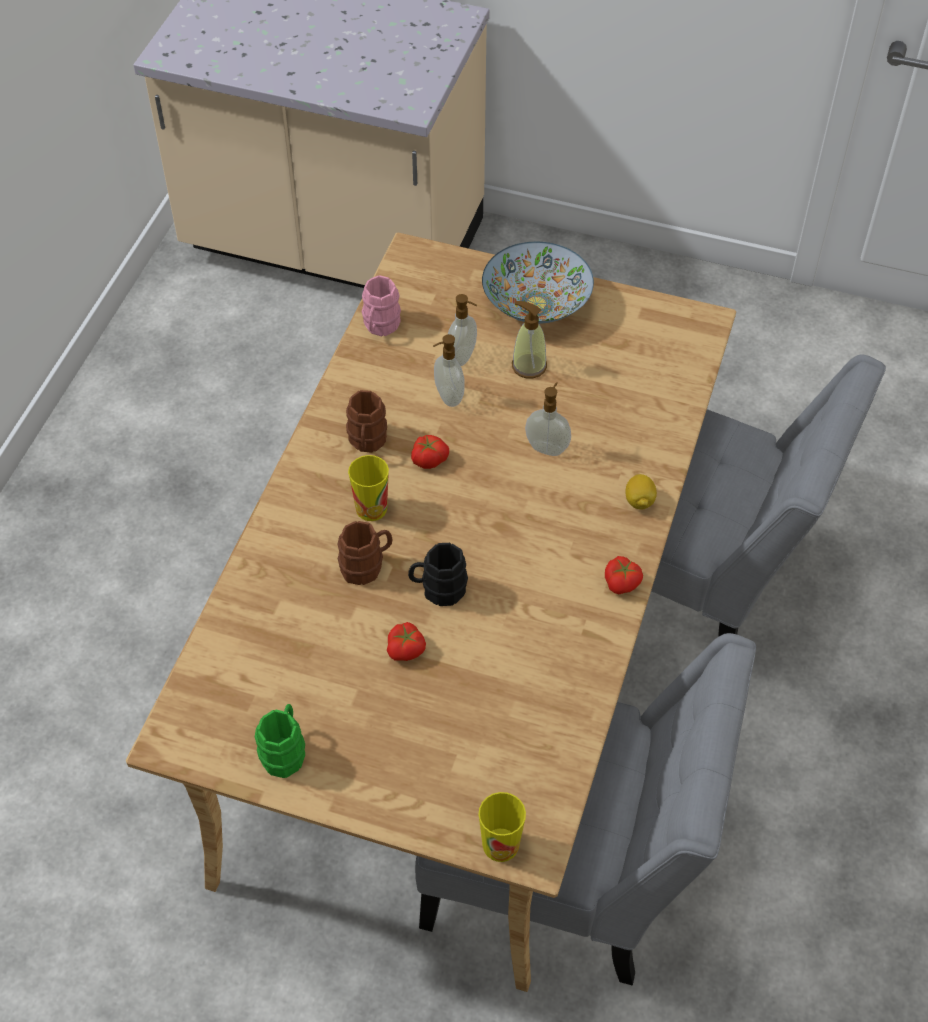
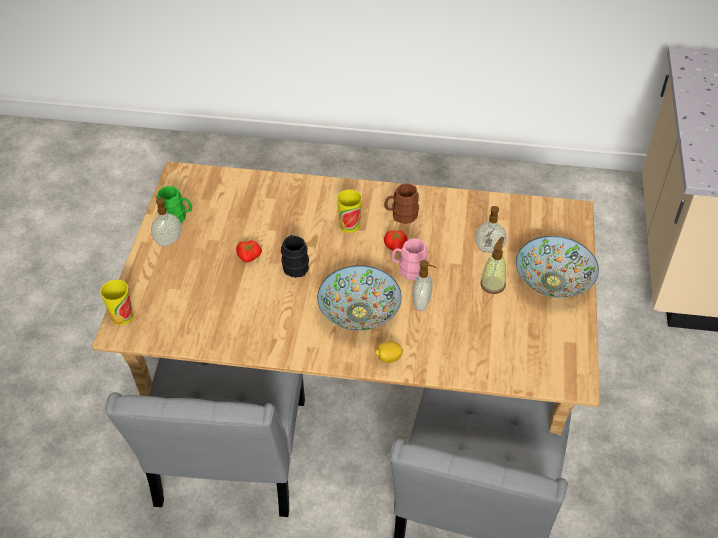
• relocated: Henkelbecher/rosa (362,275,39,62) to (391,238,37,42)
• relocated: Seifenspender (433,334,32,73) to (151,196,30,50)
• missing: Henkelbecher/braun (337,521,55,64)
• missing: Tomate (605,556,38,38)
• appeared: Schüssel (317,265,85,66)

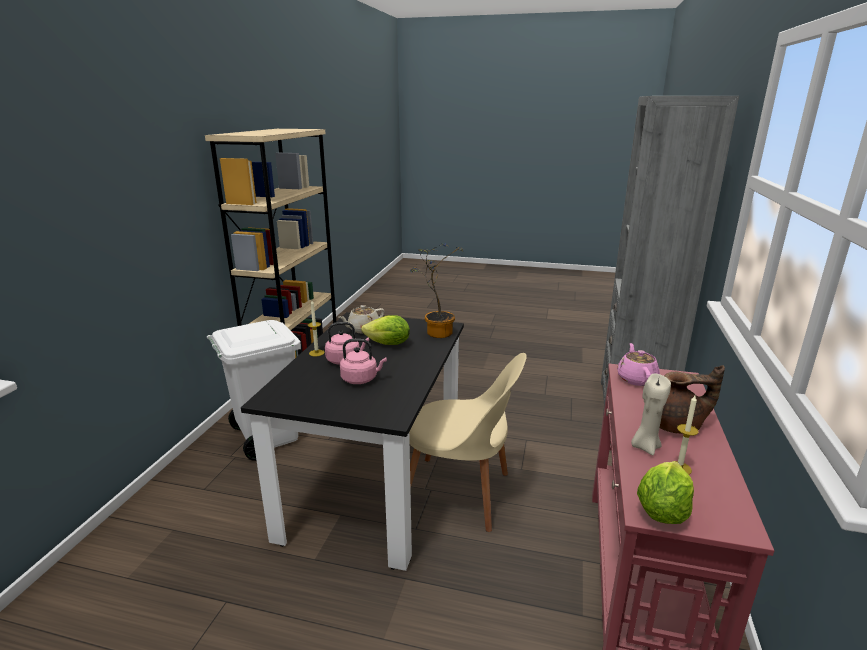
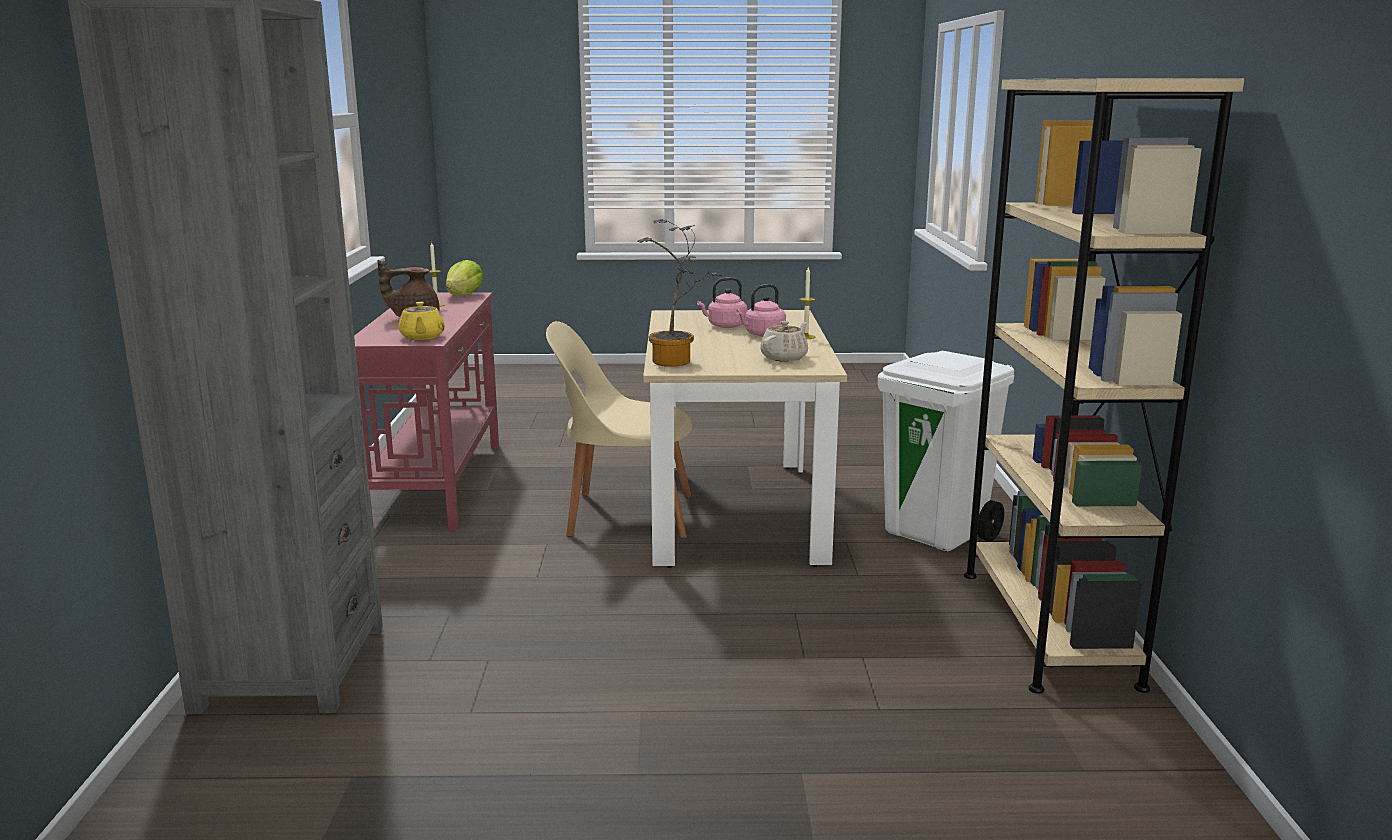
• colour: Esstisch/schwarz (241,312,223,259) to Esstisch/beige (643,310,204,258)
• missing: Salatkopf (361,315,49,30)
• colour: Teekanne/rosa (617,343,43,43) to Teekanne/gelb (398,302,47,38)
• missing: Kerze/beige (631,373,40,82)

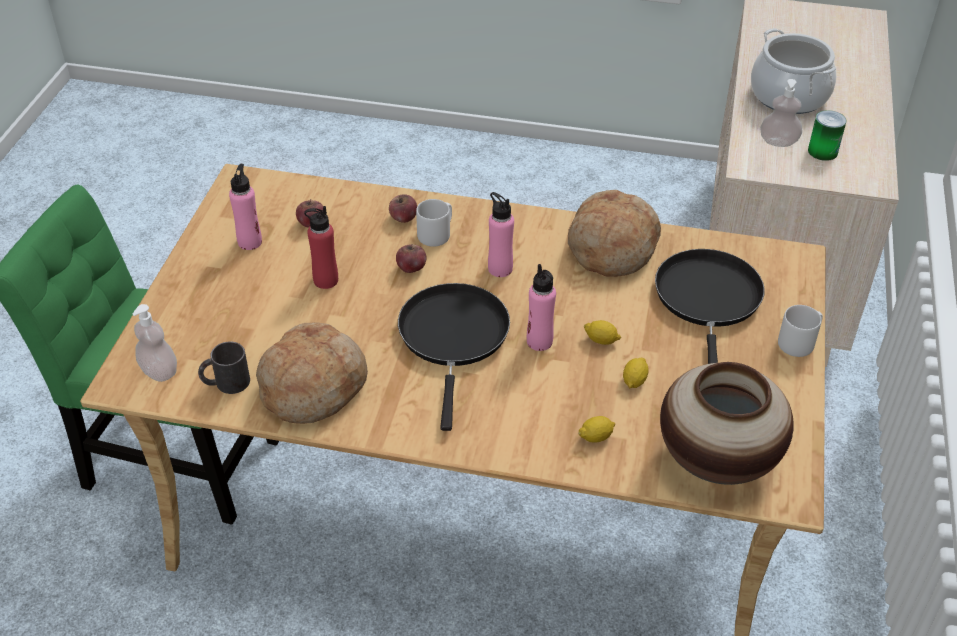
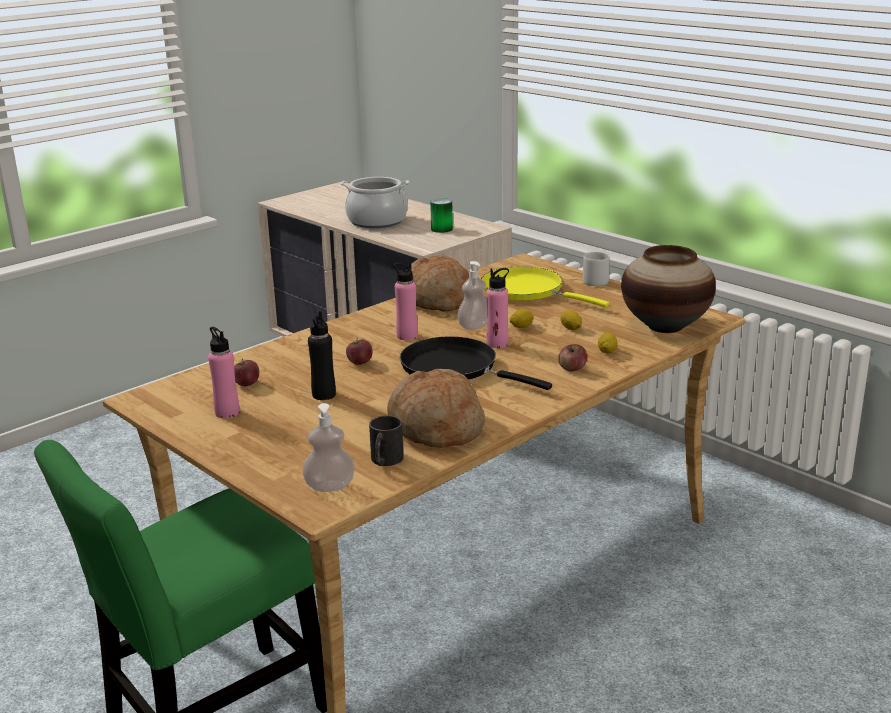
• relocated: Seifenspender (760,79,42,68) to (457,261,30,69)
• relocated: Apfel (389,194,28,29) to (558,344,29,27)
• missing: Henkelbecher/grau (416,199,36,48)
• colour: Flasche/rot (304,206,34,83) to Flasche/schwarz (308,311,28,89)
• colour: Pfanne/schwarz (655,249,110,115) to Pfanne/gelb (481,266,129,41)

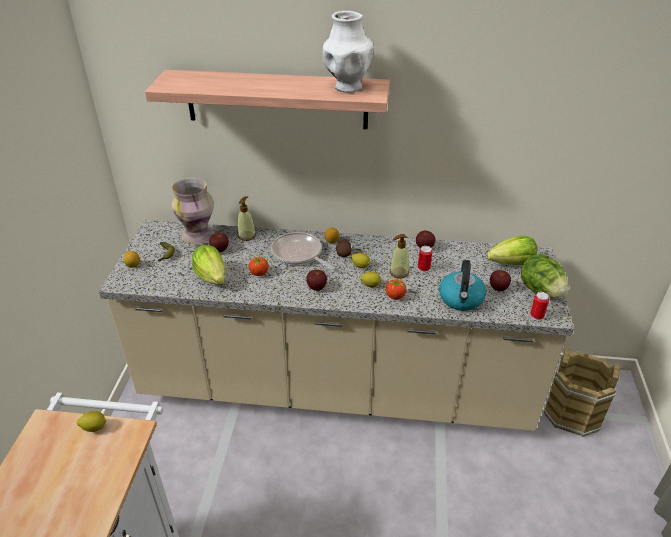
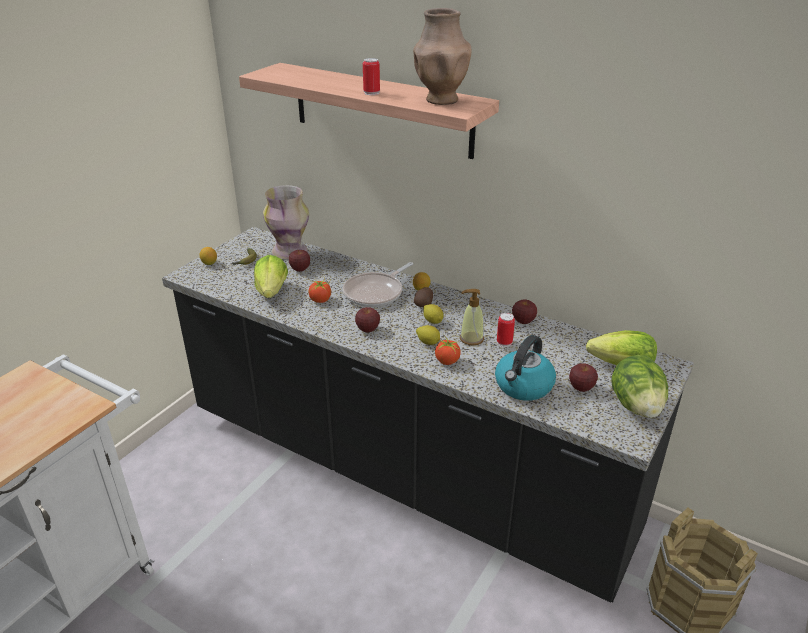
• colour: Vase/weiß (323,11,51,82) to Vase/braun (413,8,58,97)
• missing: Seifenspender (238,196,18,45)
• colour: Küchenzeile/beige (99,220,475,211) to Küchenzeile/schwarz (162,227,532,376)
• spun: Pfanne (271,232,64,38) = (343,262,70,45) 120 degrees counterclockwise
• relocated: Dose (530,292,19,29) to (363,58,17,37)
• missing: Zitrone (77,411,29,21)

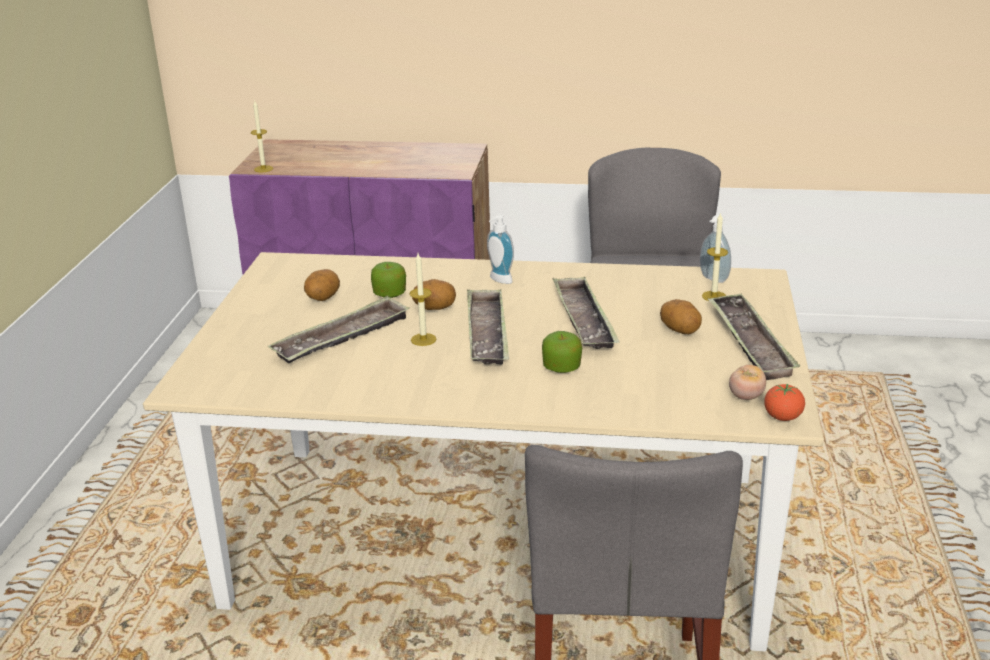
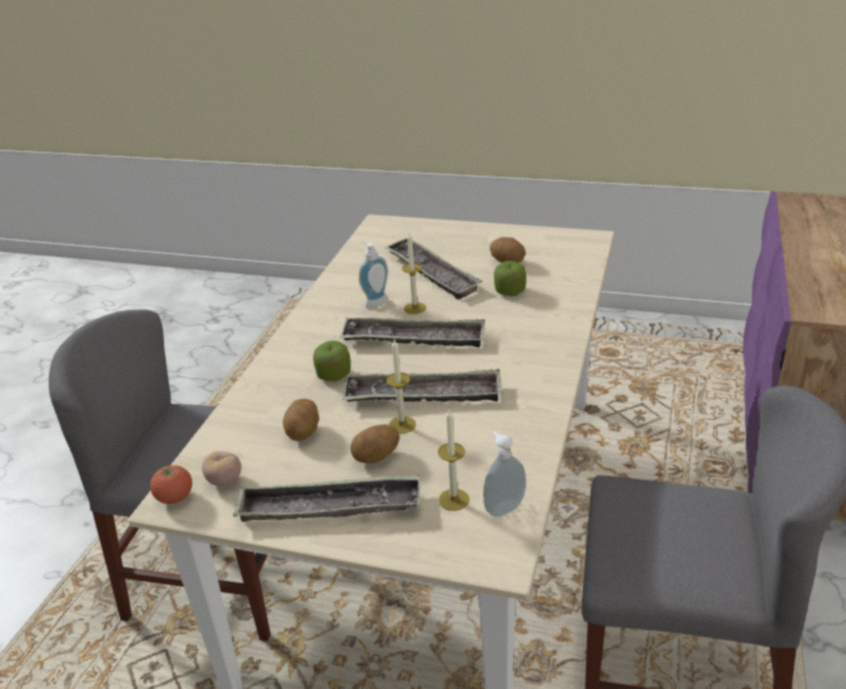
• relocated: Kerze (251,101,22,71) to (386,339,30,95)
• relocated: Seifenspender (487,215,27,69) to (359,240,29,68)
• relocated: Kartoffel (412,279,44,31) to (283,399,36,42)

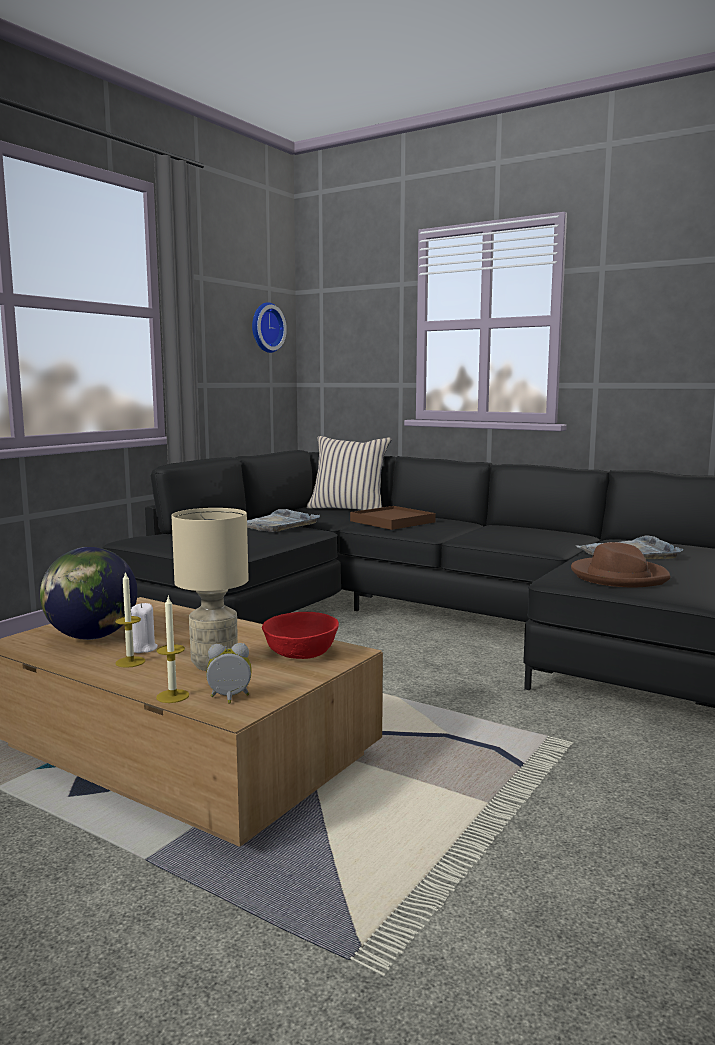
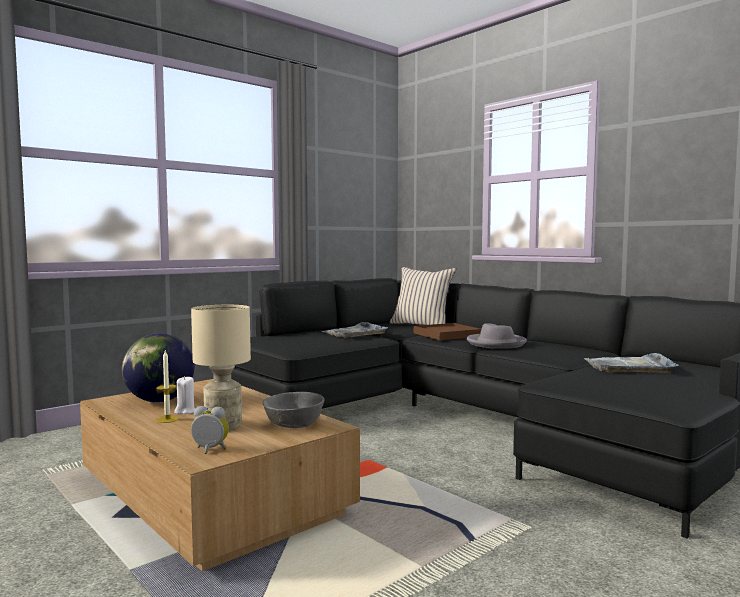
• missing: Wanduhr (252,302,35,51)
• missing: Hut/braun (571,542,100,45)
• missing: Kerze (156,597,33,106)
• colour: Schüssel/rot (262,612,77,47) to Schüssel/grau (262,392,63,36)
• appeared: Hut/grau (467,324,60,25)

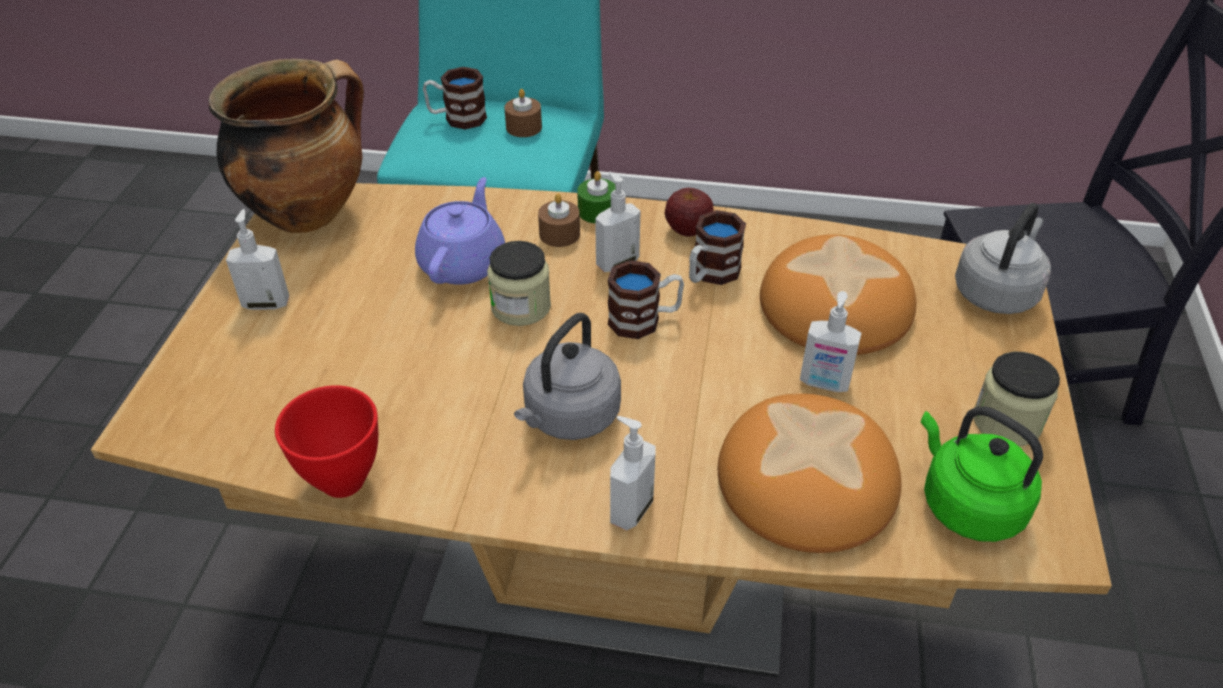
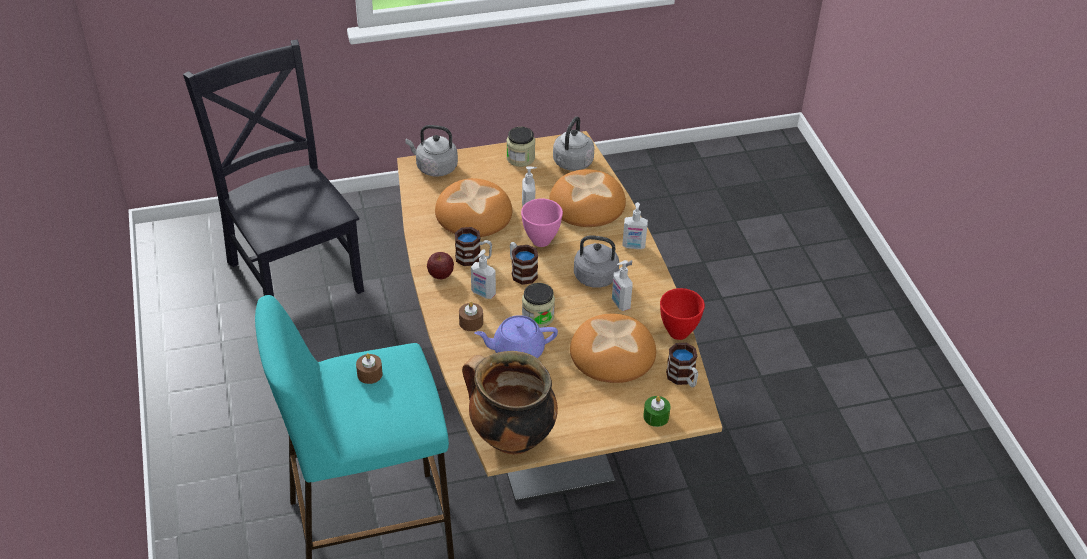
• relocated: Henkelbecher (423,67,64,63) to (666,343,32,44)
• relocated: Kerze/grün (577,171,38,53) to (643,396,27,31)
• relocated: Seifenspender (226,209,63,101) to (612,260,21,51)
• colour: Wasserkessel/grün (921,407,122,135) to Wasserkessel/grau (553,116,41,55)
• appeared: Schüssel/rosa (521,199,42,48)
• appeared: Brot (570,314,86,69)

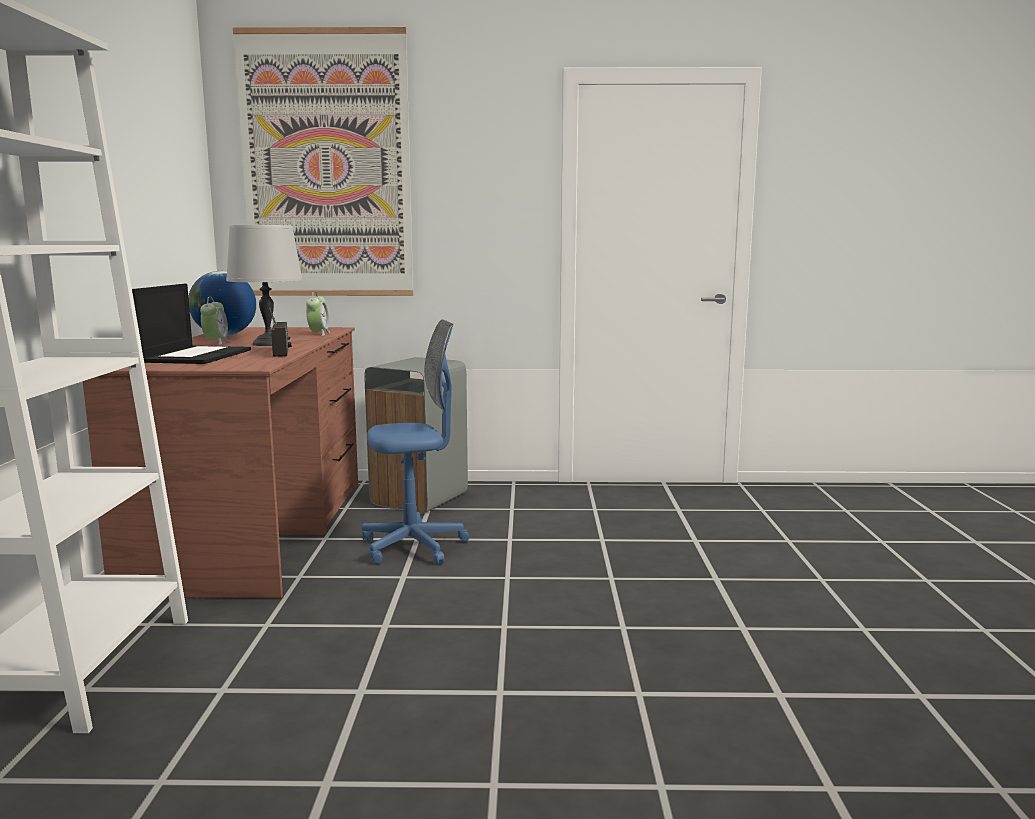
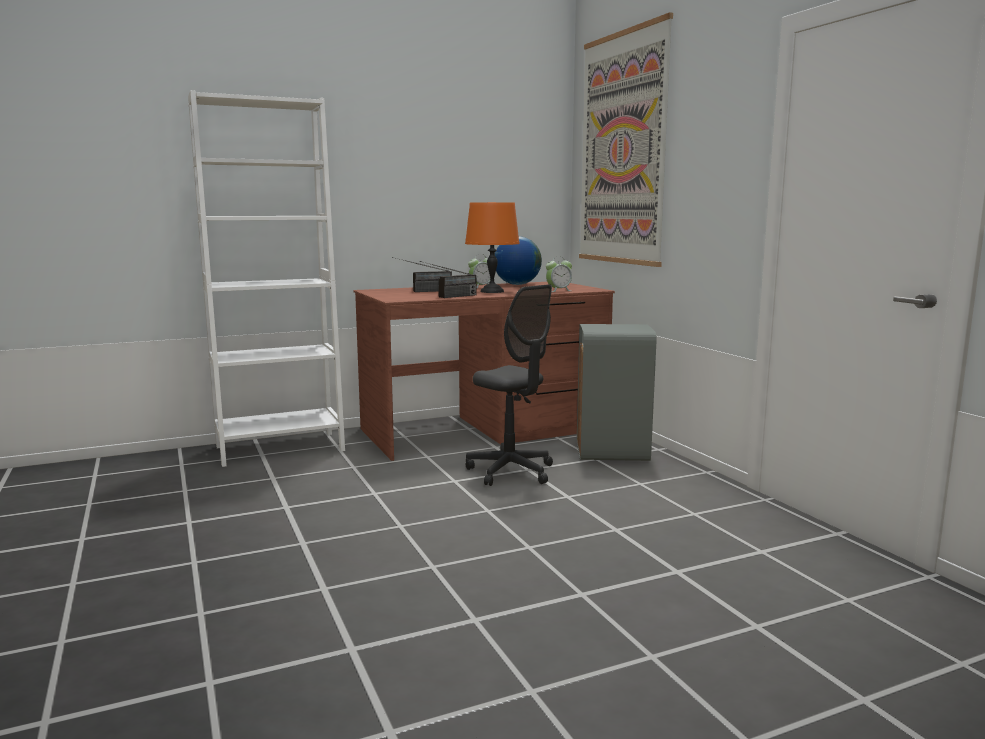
• colour: Tischlampe/grau (226,225,76,121) to Tischlampe/orange (465,202,55,91)
• exchanged: Laptop (132,284,119,80) to Radio (392,257,60,35)
• colour: Bürostuhl/blau (362,319,107,246) to Bürostuhl/grau (466,284,87,202)

